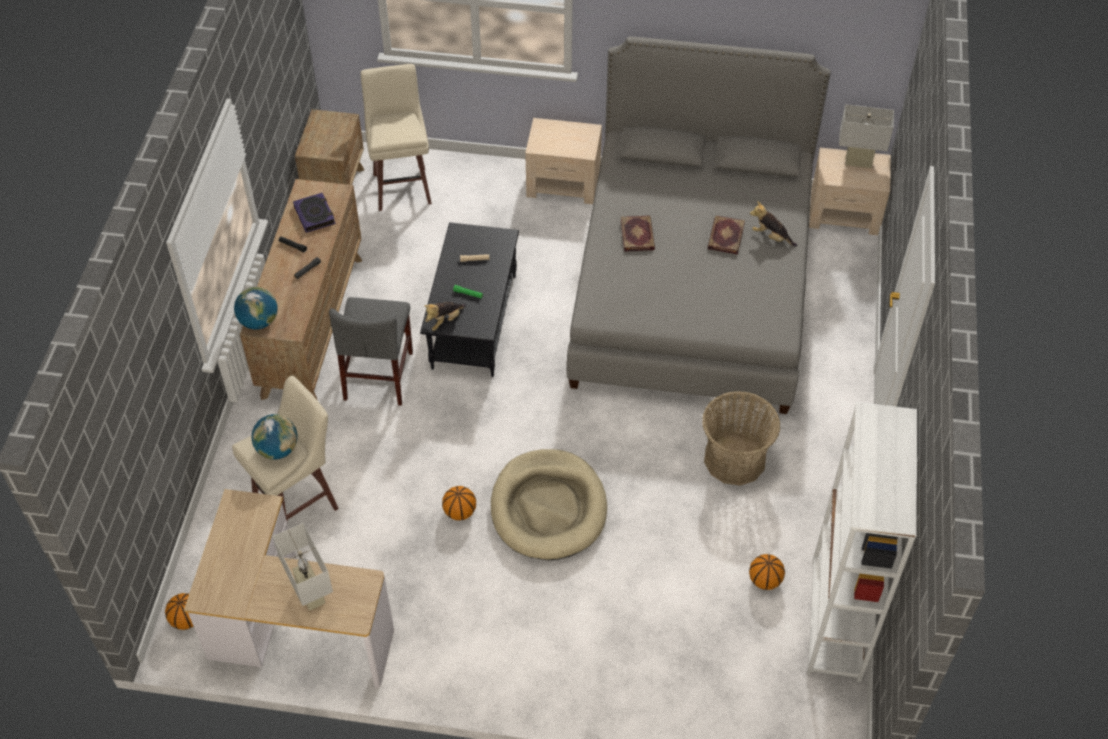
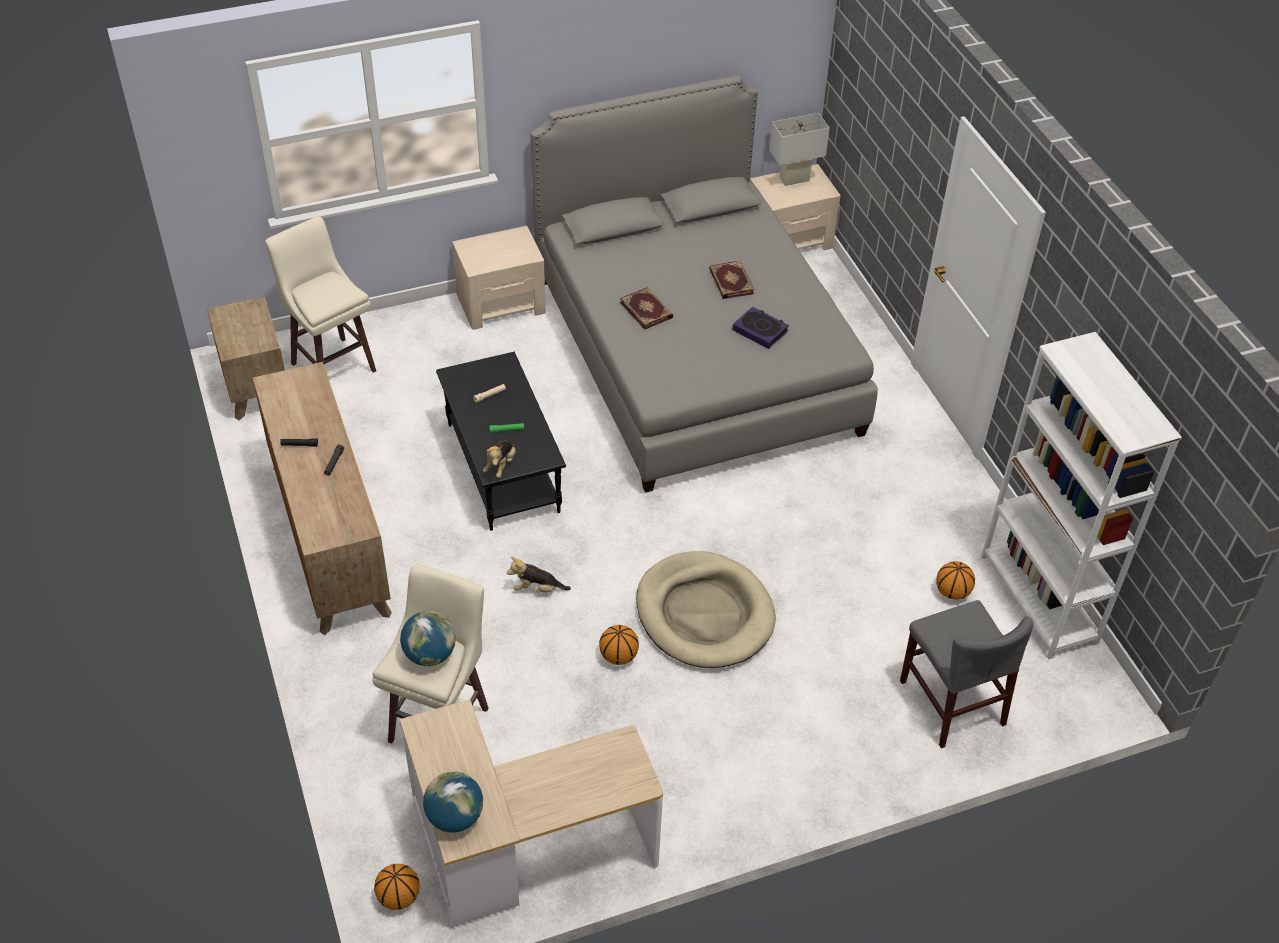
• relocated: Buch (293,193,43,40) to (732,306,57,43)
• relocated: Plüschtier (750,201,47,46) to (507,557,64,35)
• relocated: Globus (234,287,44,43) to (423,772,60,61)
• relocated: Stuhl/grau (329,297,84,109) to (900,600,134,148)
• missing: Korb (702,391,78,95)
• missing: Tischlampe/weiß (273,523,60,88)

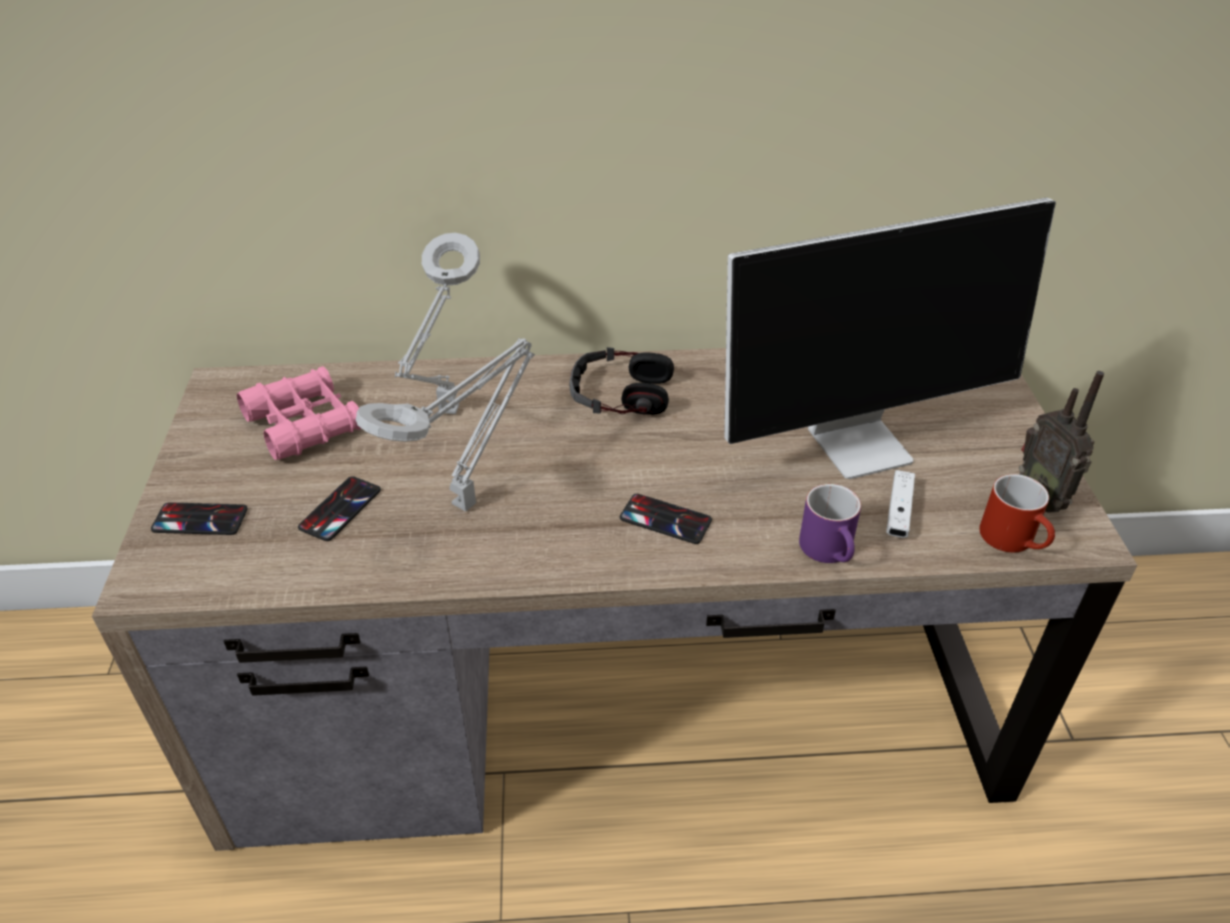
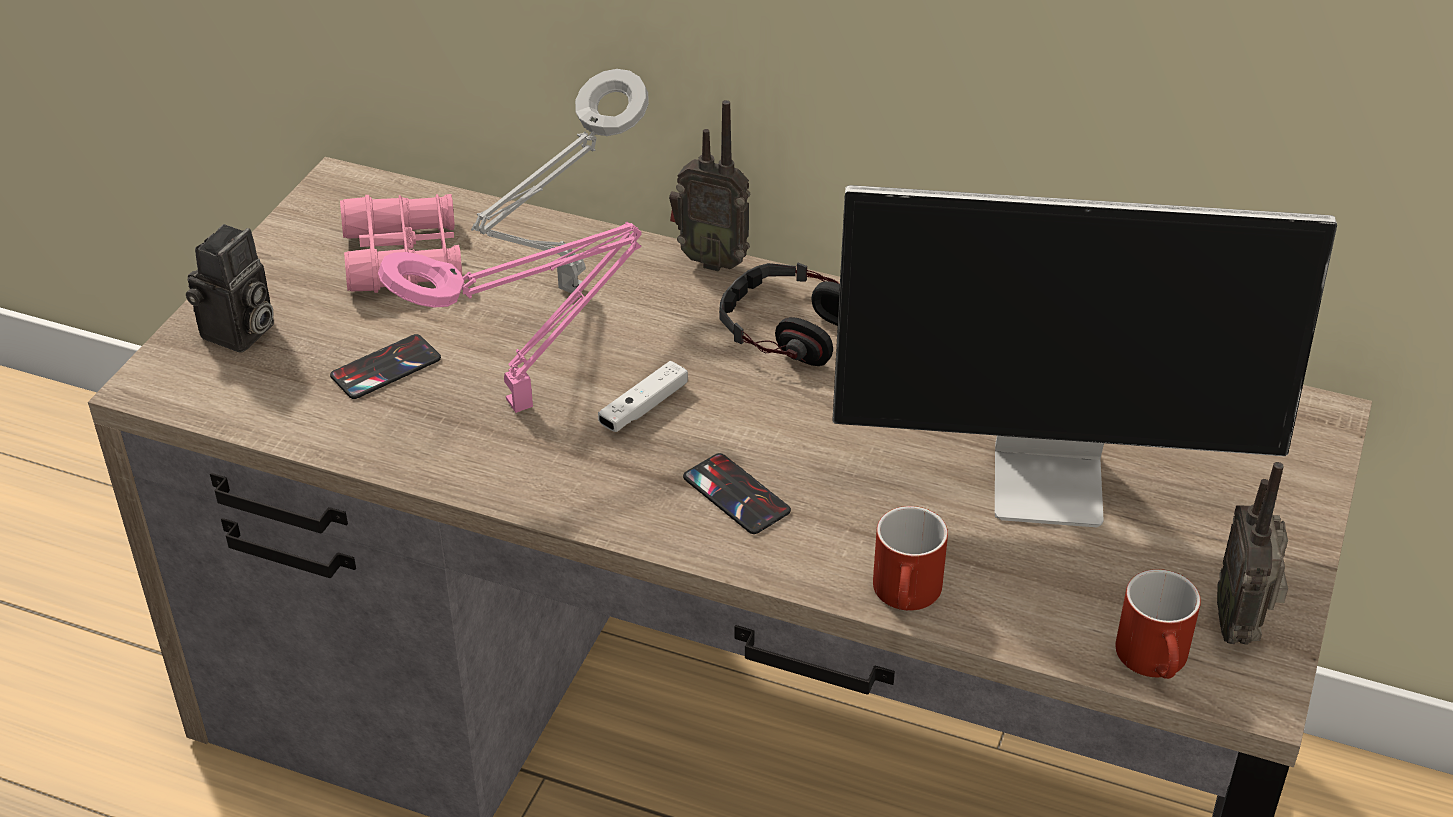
• colour: Tischlampe/grau (356,338,179,174) to Tischlampe/rosa (378,222,264,191)
• relocated: Gamepad/weiß (886,470,29,68) to (598,361,90,71)
• colour: Henkelbecher/lila (799,484,62,79) to Henkelbecher/rot (873,506,75,105)
• exchanged: Handy (151,502,97,33) to Kamera (186,224,88,129)
• appeared: Radio (669,100,81,172)

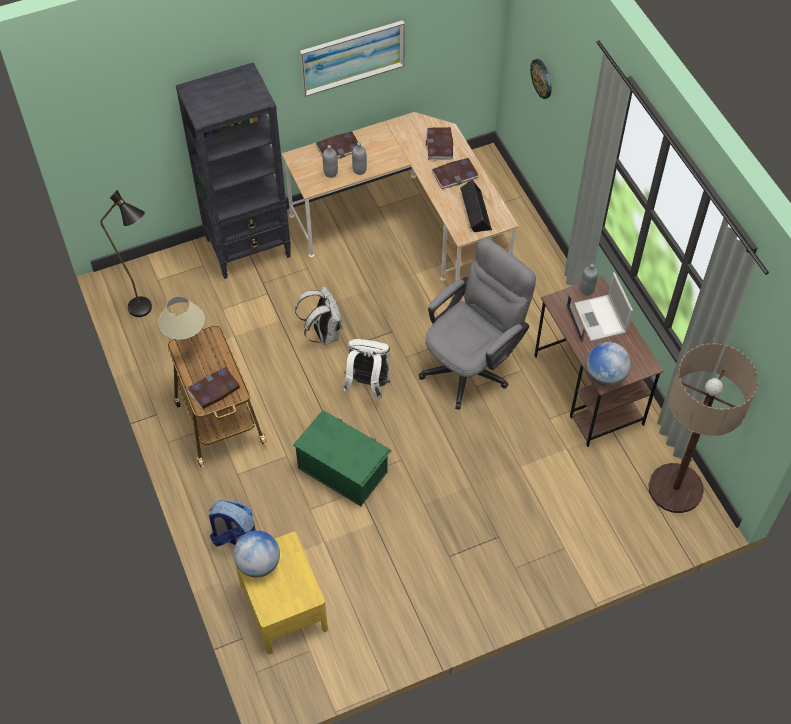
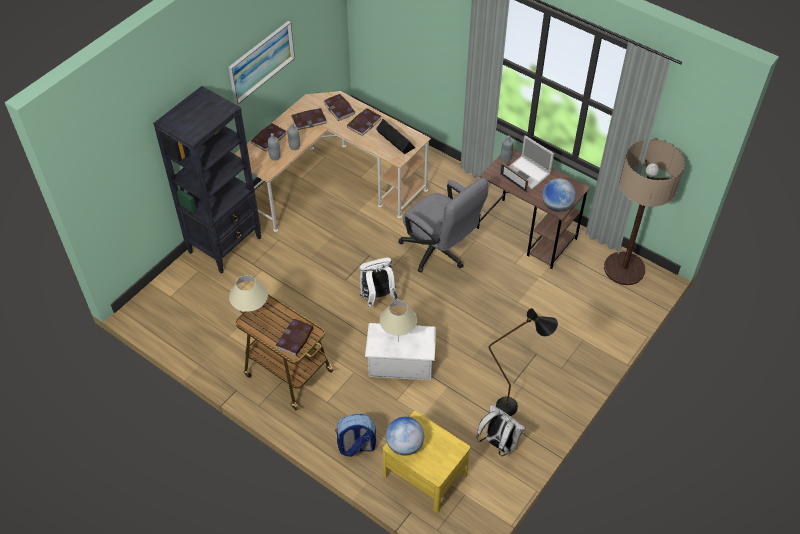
• missing: Wanduhr (530,59,22,40)
• relocated: Stehlampe/schwarz (100,190,52,127) to (489,308,69,108)
• spun: Bürostuhl/grau (419,238,117,172) = (398,178,91,94) 120 degrees clockwise
• relocated: Rucksack/weiß (295,286,48,59) to (476,405,49,51)
• colour: Aufbewahrungsbox/grün (293,410,99,96) to Aufbewahrungsbox/weiß (365,323,71,57)
• appeared: Buch (291,108,36,22)
• appeared: Tischlampe/beige (380,300,37,42)

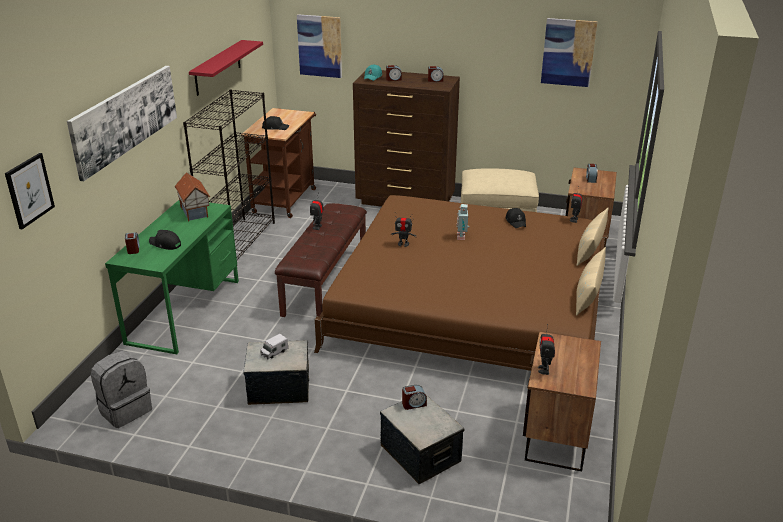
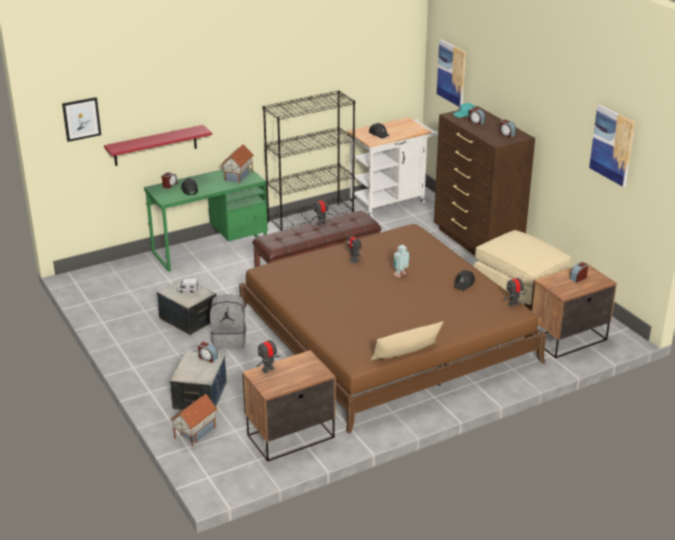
• relocated: Wandregal/rot (189,40,74,56) to (104,125,108,41)
• missing: Bild (67,66,110,115)
• colour: Rollwagen/braun (241,108,75,110) to Rollwagen/weiß (347,117,91,100)
• missing: Kissen/beige (577,208,32,58)
• relocated: Rucksack/grau (91,351,61,77) to (210,294,36,55)
• appeared: Spielzeughaus (171,394,46,52)

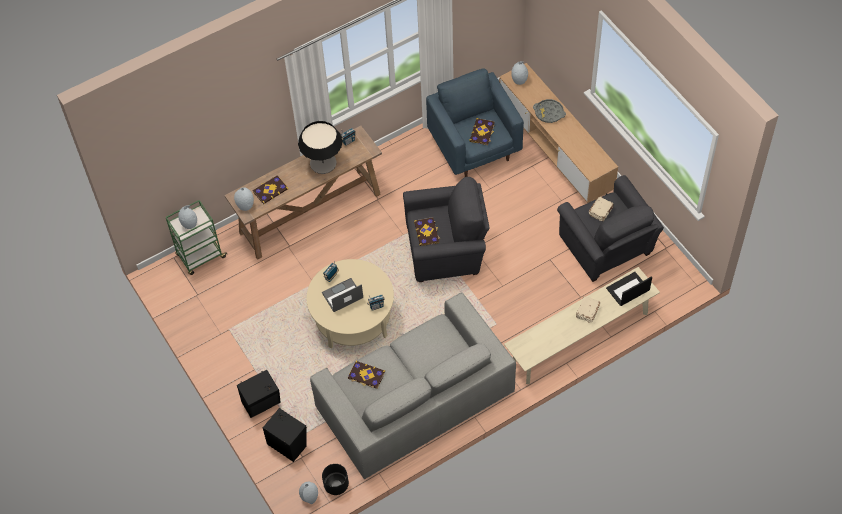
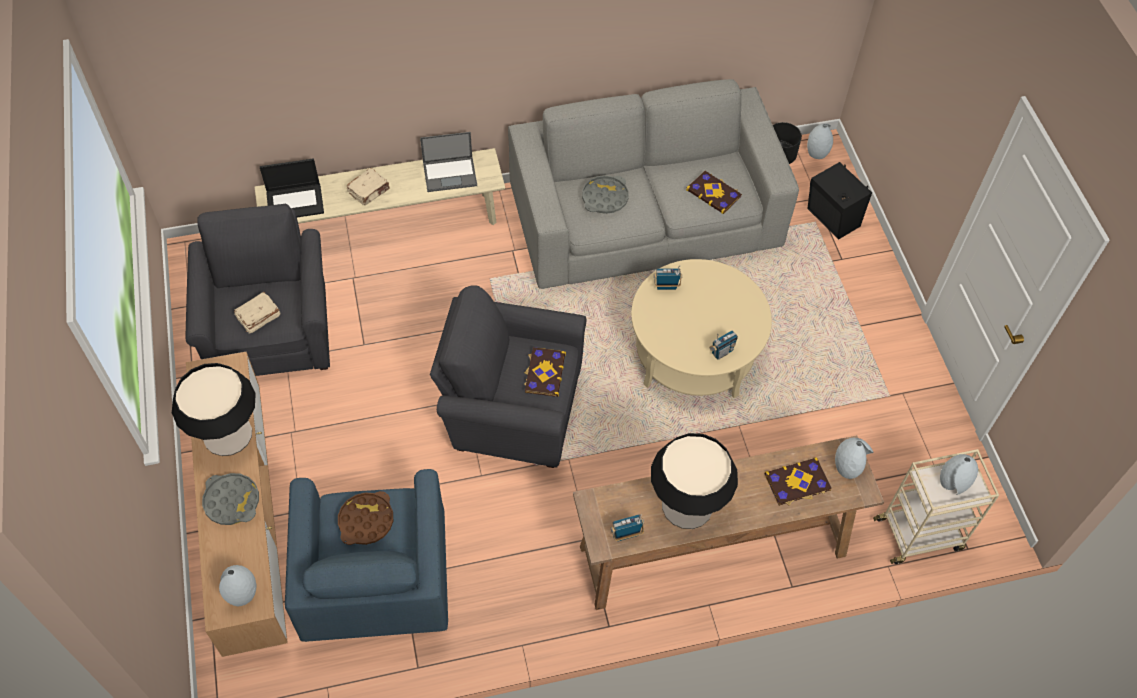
• exchanged: Buch (469,118,26,27) to Tablett/braun (338,491,55,54)
• colour: Rollwagen/grün (166,200,62,75) to Rollwagen/beige (873,449,126,115)
• relocated: Laptop (322,278,41,34) to (420,132,57,60)
• missing: Lautsprecher/schwarz (237,370,44,48)
• appeared: Tablett/grau (582,176,47,38)
• appeared: Tischlampe (172,363,84,93)

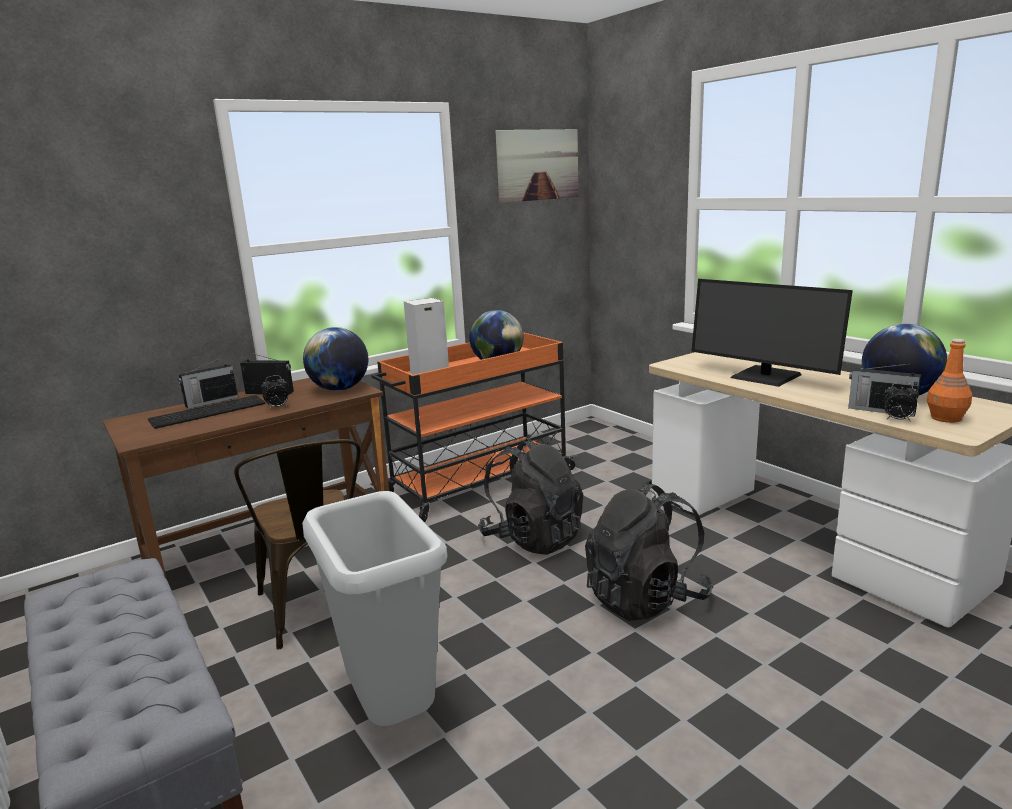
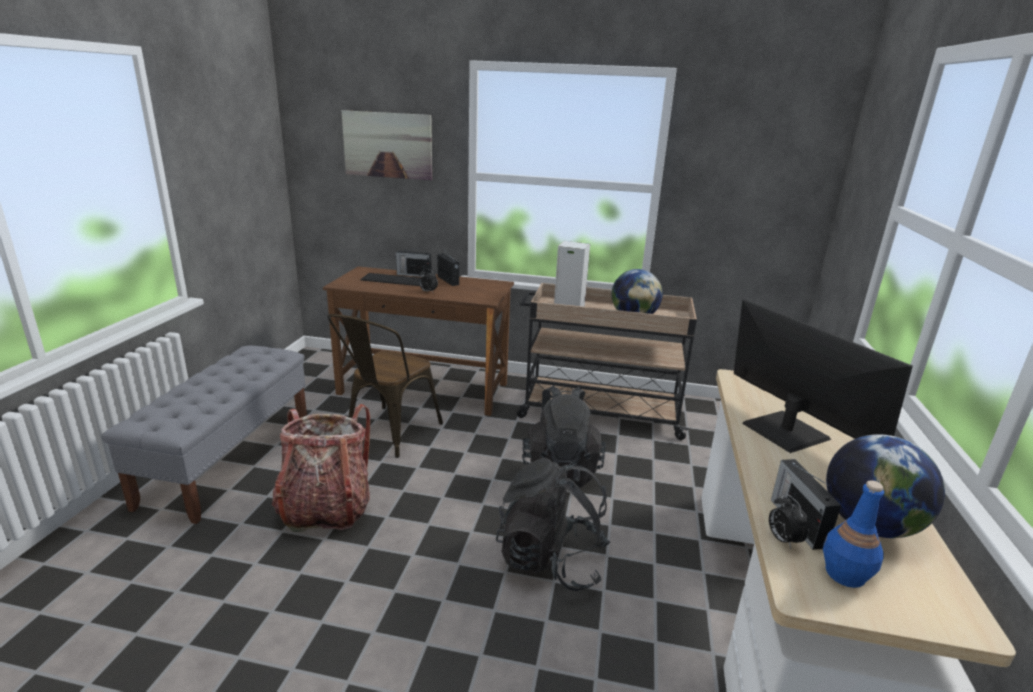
• relocated: Bild (495,129,84,74) to (342,110,90,70)
• spun: Monitor (691,279,162,108) = (734,299,179,154) 150 degrees clockwise
• missing: Globus (303,327,65,64)
• colour: Rollwagen/orange (371,332,206,190) to Rollwagen/beige (516,283,181,157)
• colour: Flasche/orange (927,339,45,84) to Flasche/blau (823,480,61,108)
• exchanged: Mülleimer/grau (302,491,146,235) to Rucksack (272,404,98,128)

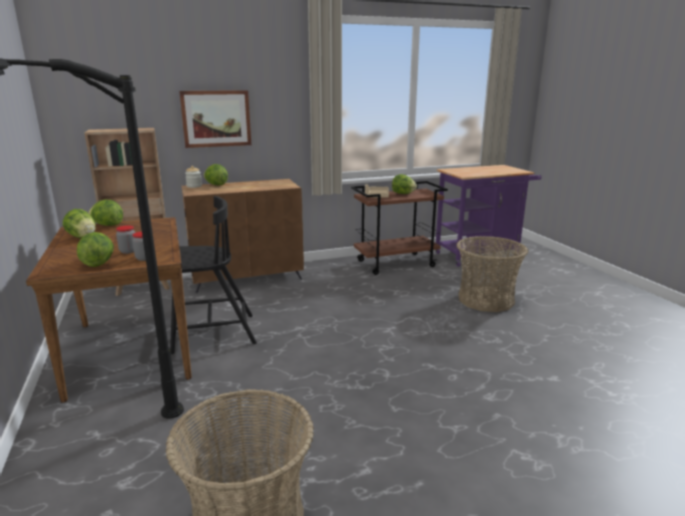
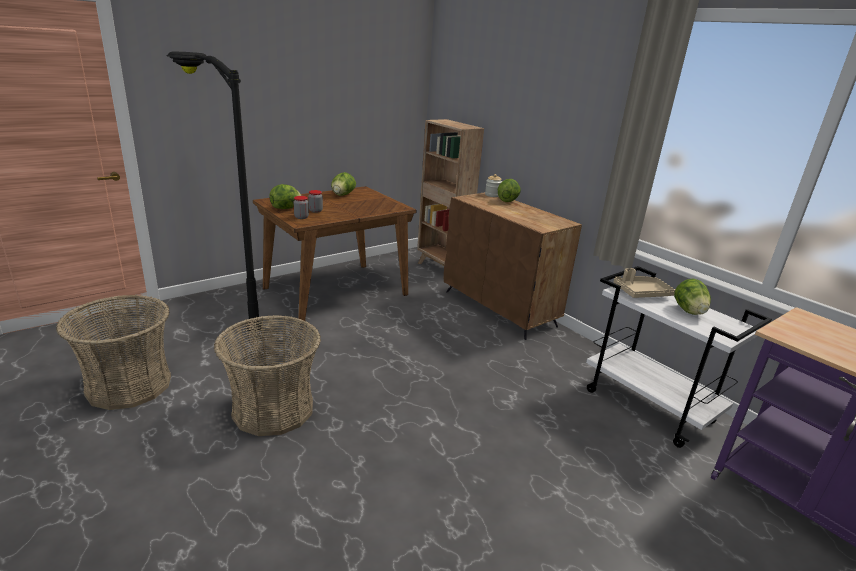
• missing: Bild (179,90,72,58)
• colour: Rollwagen/braun (351,181,97,94) to Rollwagen/weiß (586,266,186,182)
• missing: Stuhl/schwarz (170,196,87,158)
• missing: Salatkopf (88,200,35,26)
• relocated: Korb (456,236,72,76) to (214,315,107,121)

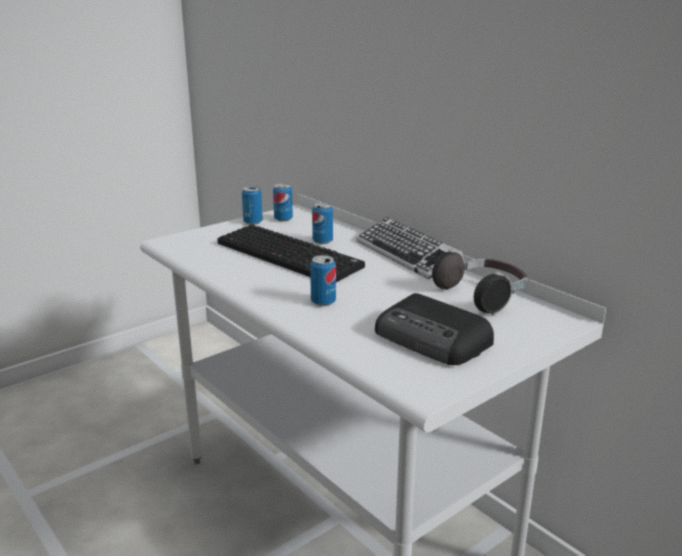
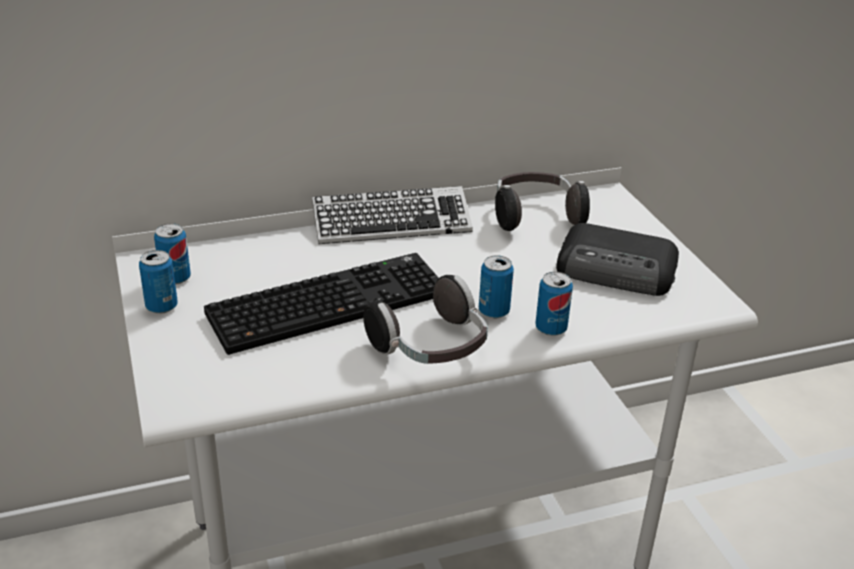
• relocated: Dose (312,203,21,41) to (535,272,38,64)
• spun: Radio (375,293,119,72) = (556,223,123,73) 45 degrees clockwise
• appeared: Kopfhörer (363,275,125,89)

